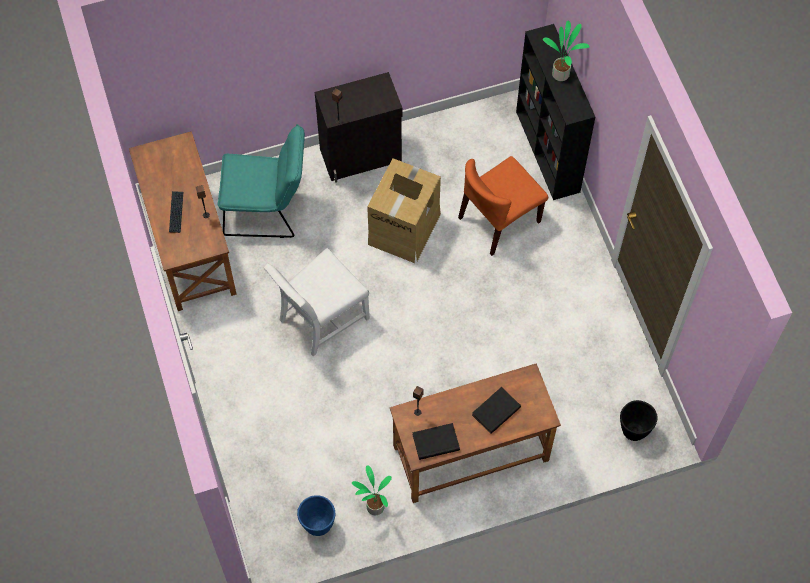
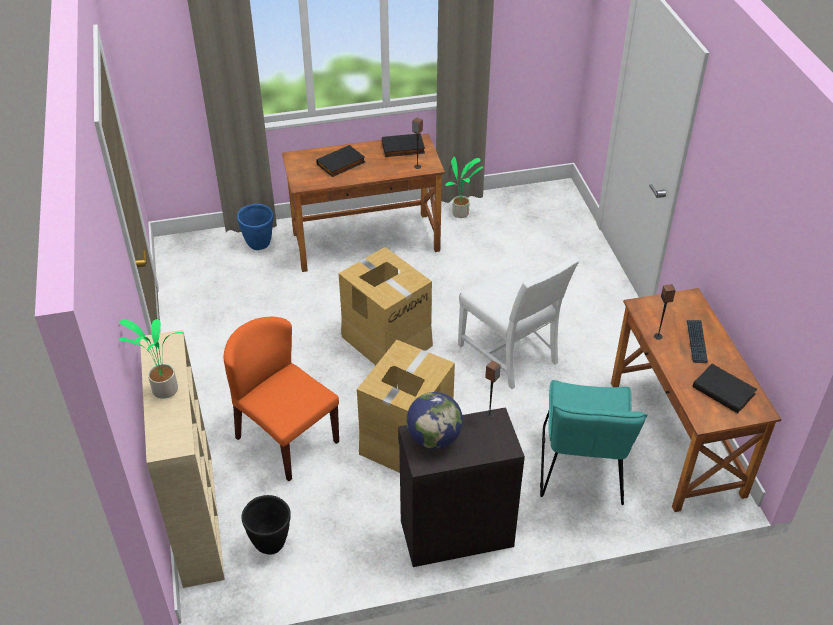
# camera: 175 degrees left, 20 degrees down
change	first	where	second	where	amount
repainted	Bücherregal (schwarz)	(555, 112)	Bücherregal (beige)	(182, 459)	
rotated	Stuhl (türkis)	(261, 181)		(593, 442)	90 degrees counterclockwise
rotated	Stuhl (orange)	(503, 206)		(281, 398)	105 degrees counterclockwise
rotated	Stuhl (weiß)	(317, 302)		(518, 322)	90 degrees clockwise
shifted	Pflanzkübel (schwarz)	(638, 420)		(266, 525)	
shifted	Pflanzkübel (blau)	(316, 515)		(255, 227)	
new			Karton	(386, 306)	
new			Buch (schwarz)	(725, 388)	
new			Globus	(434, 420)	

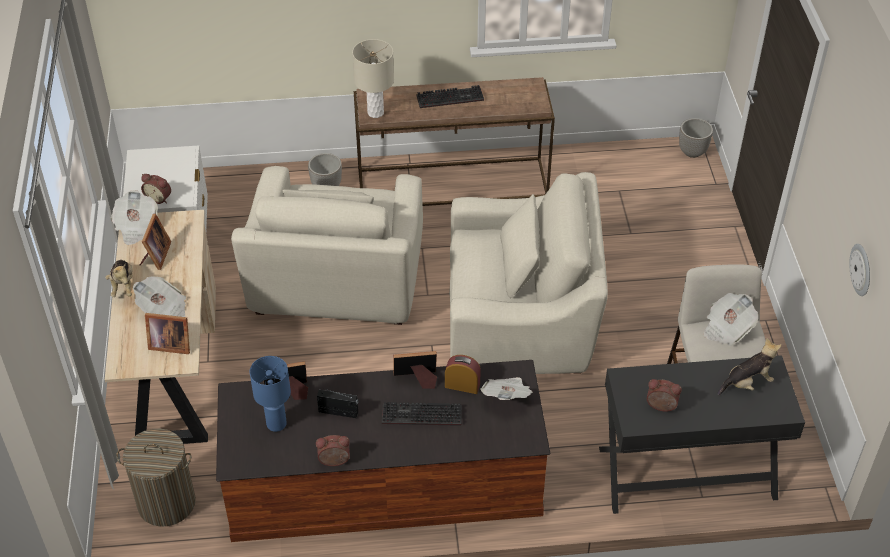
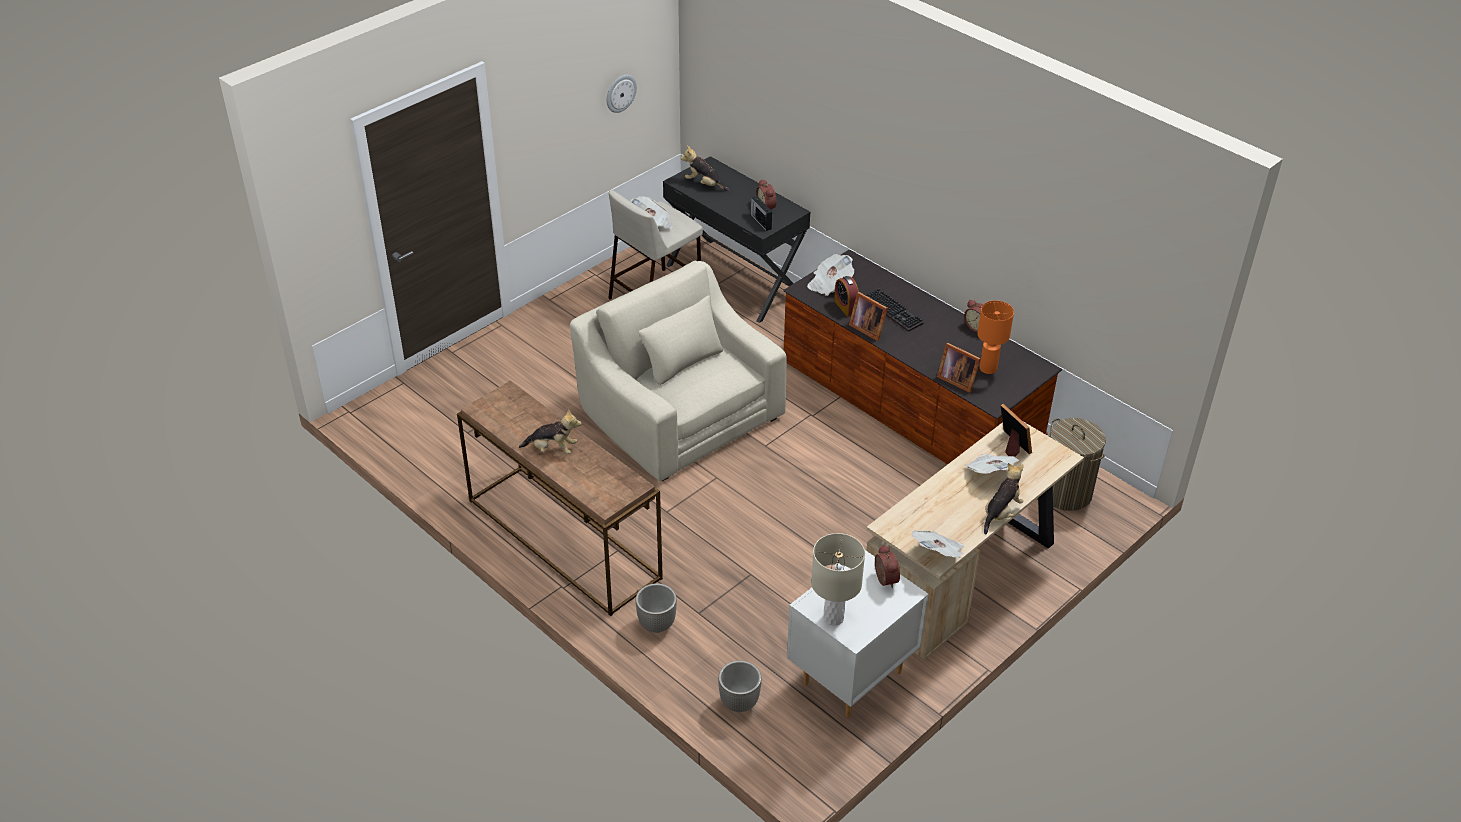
# camera: 130 degrees left, 5 degrees down
change	first	where	second	where	amount
shifted	Tischlampe (beige)	(373, 78)		(838, 579)	
swapped	Tastatur	(450, 96)	Plüschtier	(550, 431)	
shifted	Pflanzkübel	(696, 138)		(740, 686)	
gone	Sessel (beige)	(327, 245)			
gone	Bilderrahmen	(155, 242)			
repainted	Tischlampe (blau)	(270, 394)	Tischlampe (orange)	(995, 337)	
shifted	Radio	(338, 404)		(761, 213)	

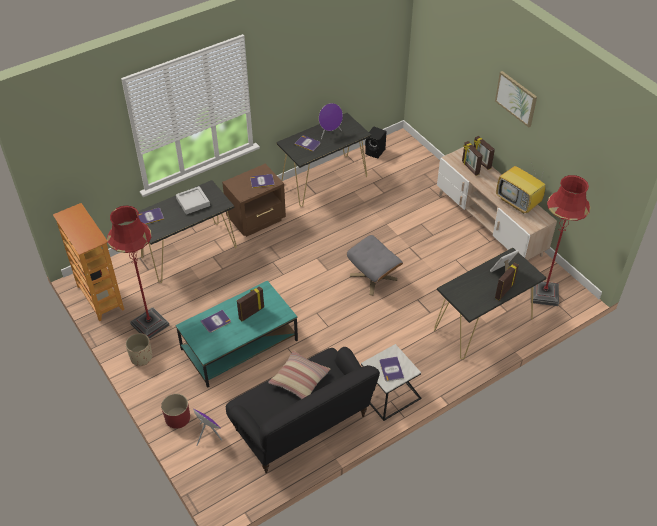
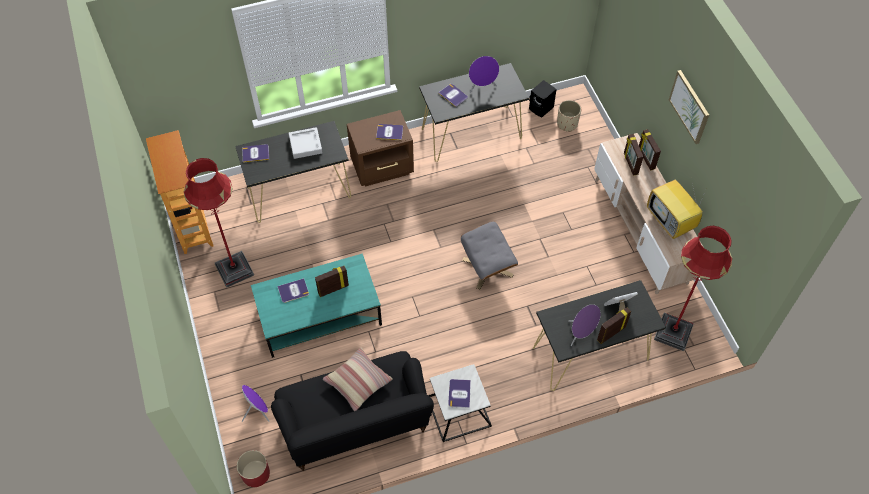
# camera: 15 degrees right, 10 degrees up
change	first	where	second	where	amount
shifted	Pflanzkübel (beige)	(138, 349)		(569, 116)	
shifted	Pflanzkübel (rot)	(175, 411)		(253, 468)	
new			Lautsprecher (lila)	(584, 325)	

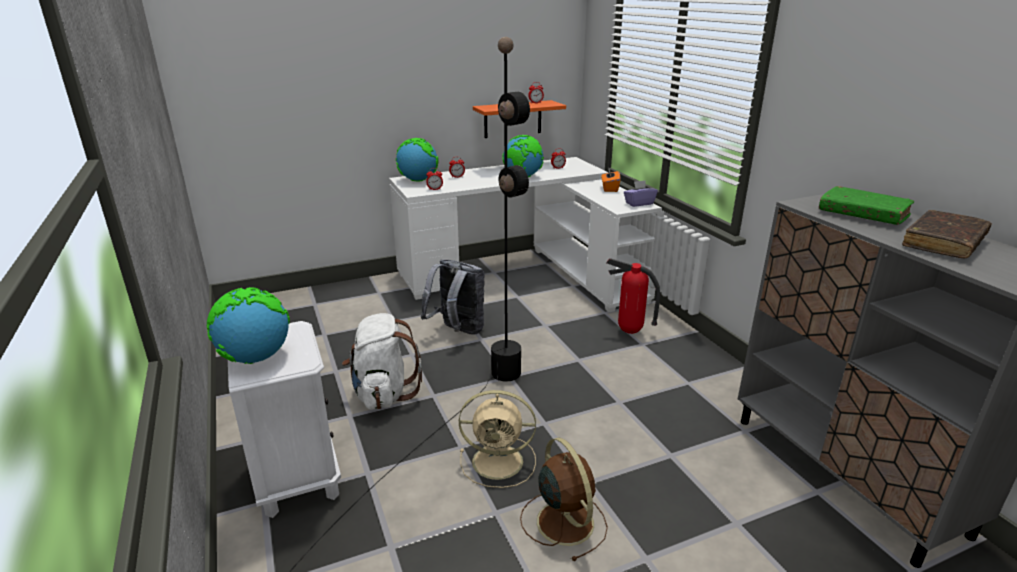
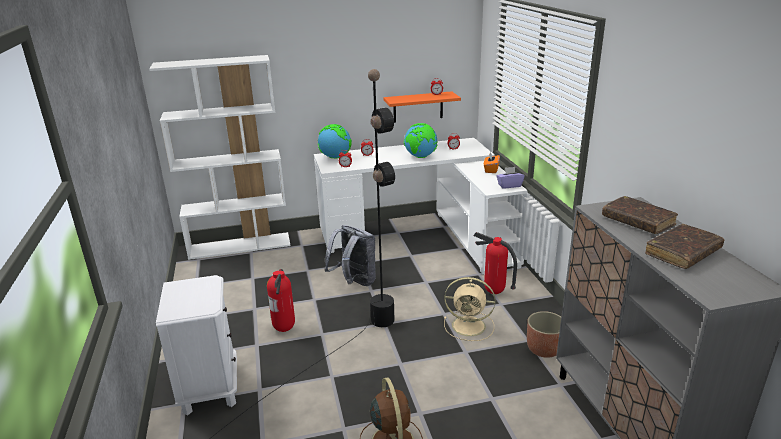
# camera: 10 degrees right, 0 degrees up
change	first	where	second	where	amount
repainted	Buch (grün)	(866, 205)	Buch (braun)	(640, 215)	
gone	Globus	(248, 325)			
swapped	Rucksack (weiß)	(382, 361)	Feuerlöscher	(281, 300)	
shifted	Ventilator (beige)	(497, 439)		(470, 309)	
new			Bücherregal (weiß)	(220, 157)	
new			Pflanzkübel	(544, 334)	

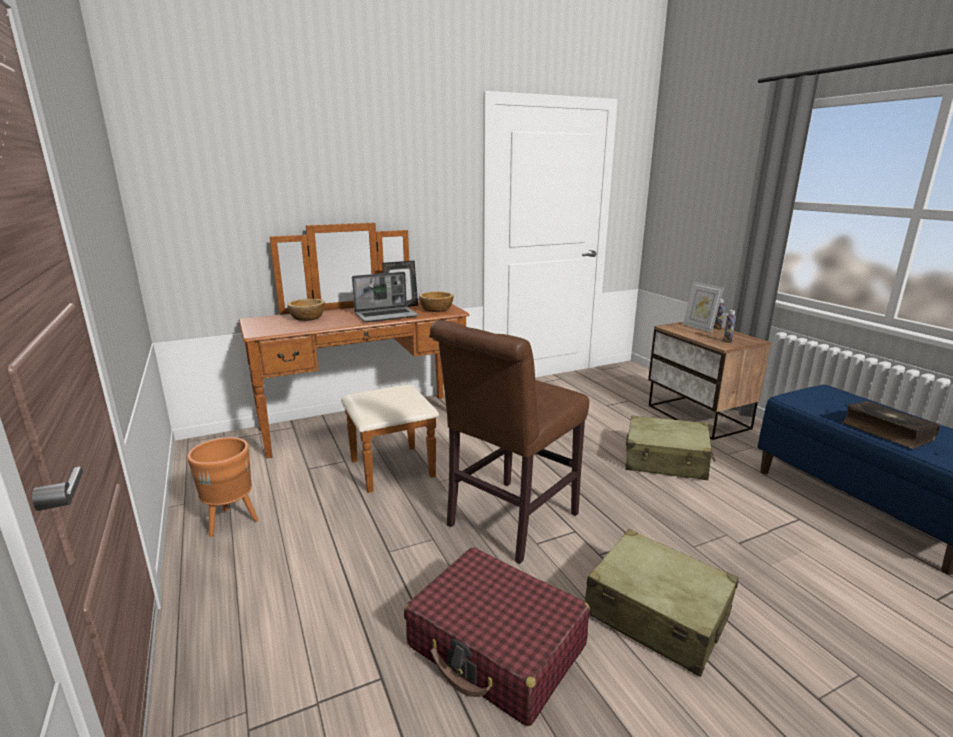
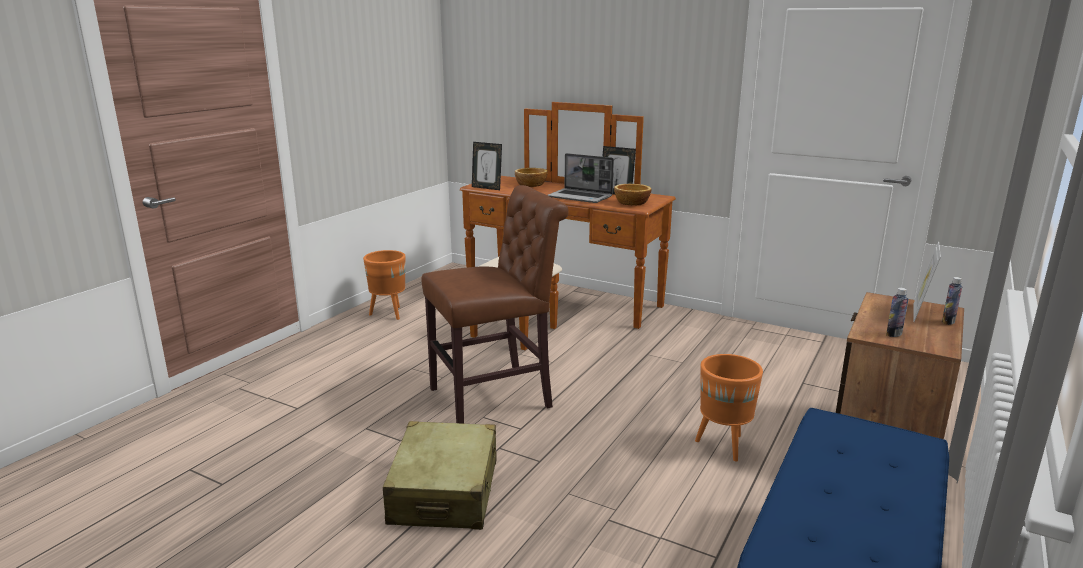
# camera: 55 degrees right, 0 degrees up
change	first	where	second	where	amount
rotated	Stuhl (braun)	(509, 442)		(495, 304)	150 degrees clockwise
gone	Buch	(891, 424)			
swapped	Koffer (beige)	(670, 447)	Pflanzkübel (orange)	(729, 407)	
gone	Koffer (rot)	(497, 636)			
new			Bilderrahmen	(487, 166)	

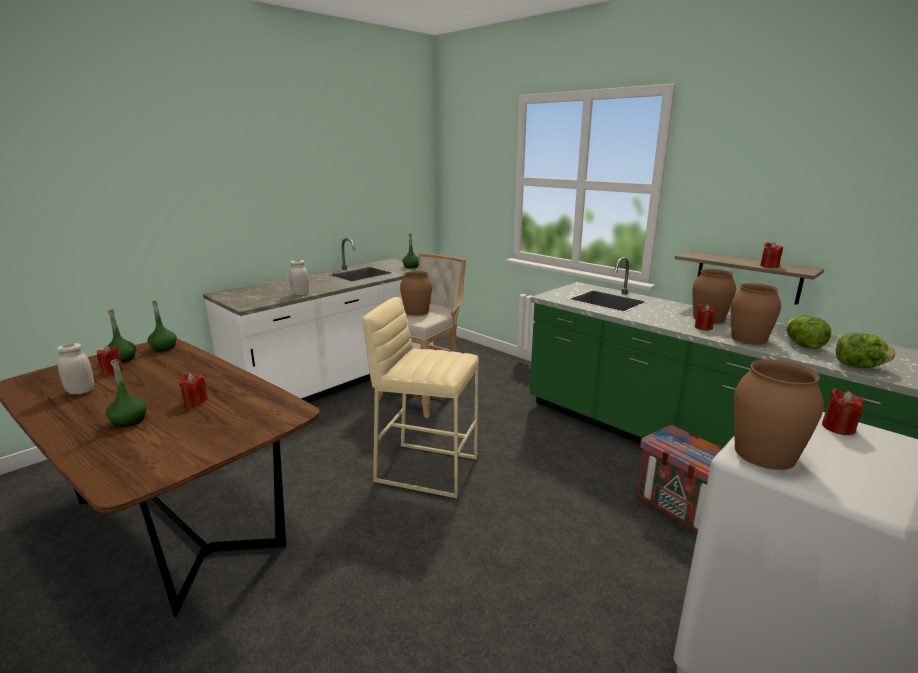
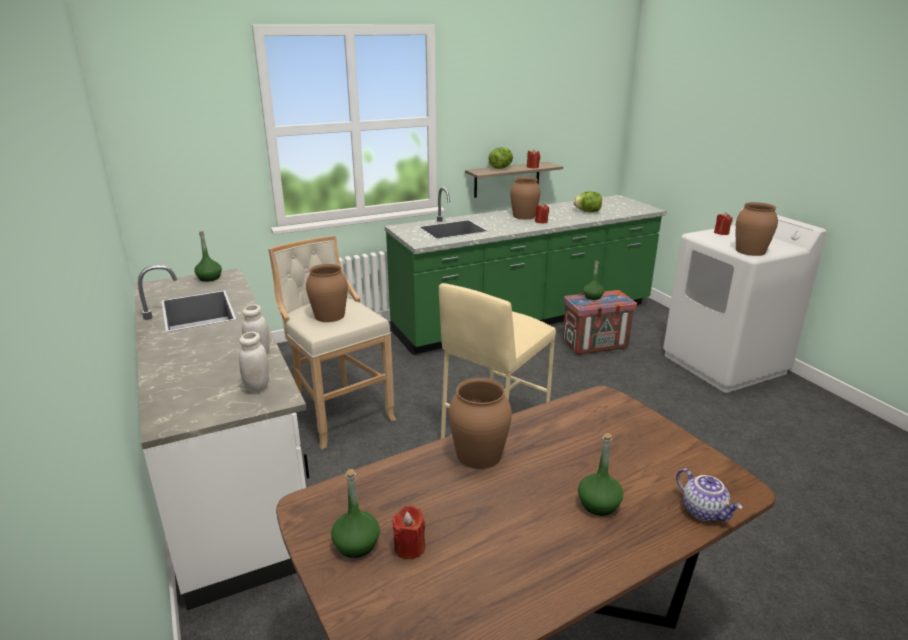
# camera: 70 degrees left, 5 degrees up
change	first	where	second	where	amount
shifted	Vase (braun)	(756, 314)		(480, 423)	
shifted	Flasche (grün)	(162, 325)		(593, 280)	
shifted	Salatkopf	(865, 350)		(501, 158)	
shifted	Vorratsglas (weiß)	(75, 368)		(254, 362)	
gone	Kerze (rot)	(193, 389)			
new			Teekanne	(709, 494)	

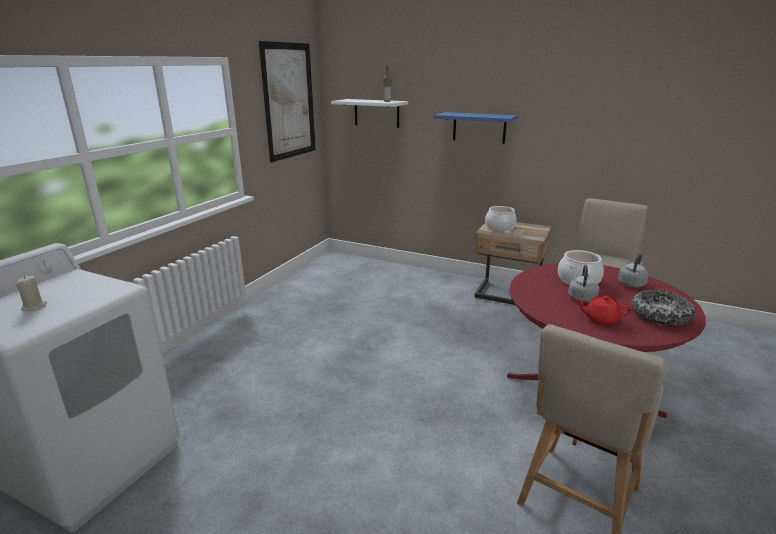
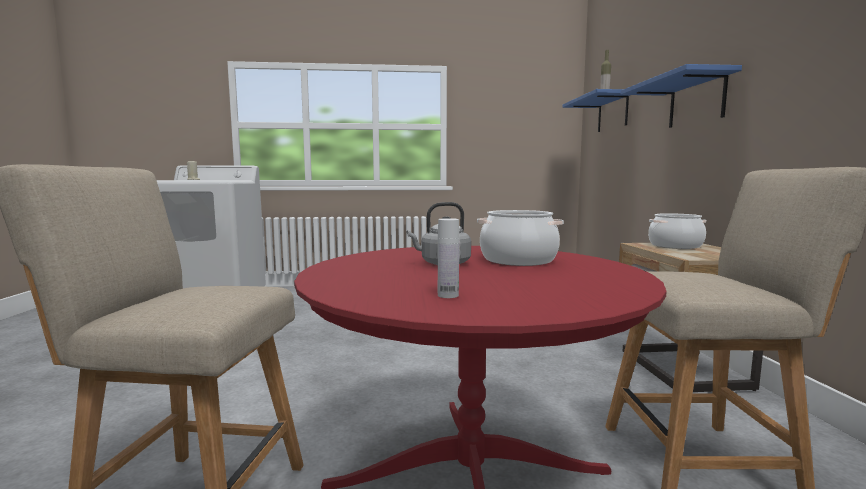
# camera: 60 degrees right, 15 degrees down
change	first	where	second	where	amount
gone	Bild	(287, 101)			
repainted	Wandregal (weiß)	(369, 113)	Wandregal (blau)	(596, 110)	
gone	Wasserkessel (grau)	(633, 270)			
swapped	Schüssel	(663, 308)	Flasche (weiß)	(448, 258)	
gone	Teekanne (rot)	(603, 310)			

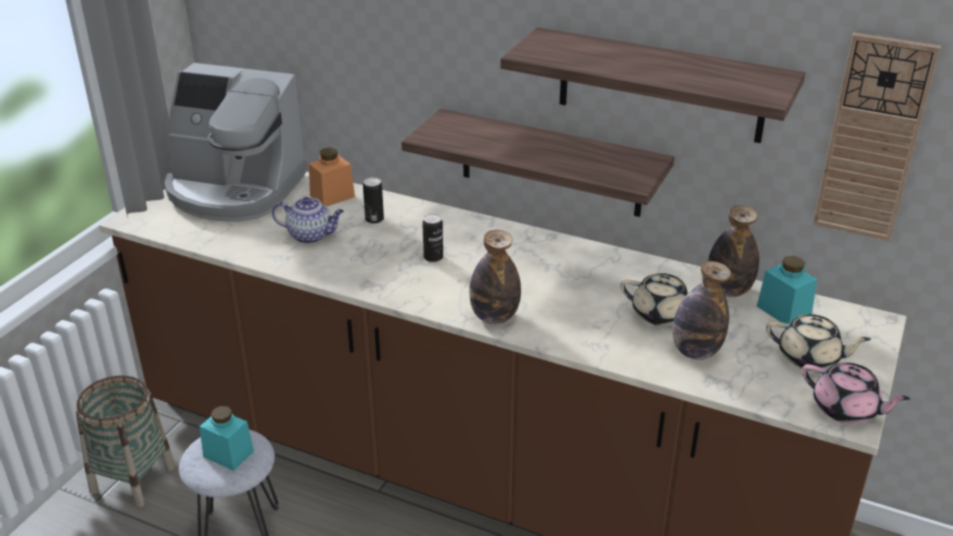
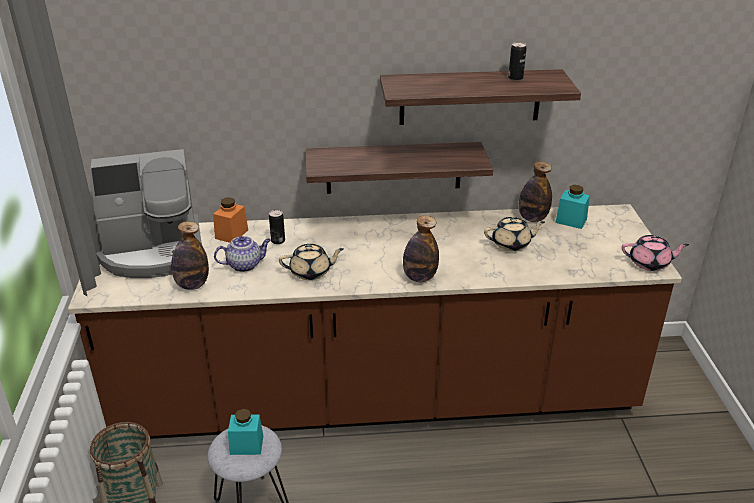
# camera: 30 degrees left, 0 degrees up
change	first	where	second	where	amount
gone	Wanduhr	(877, 137)			
shifted	Dose	(432, 237)		(517, 61)	
shifted	Flasche	(702, 310)		(190, 255)	
shifted	Teekanne (beige)	(818, 342)		(311, 262)	

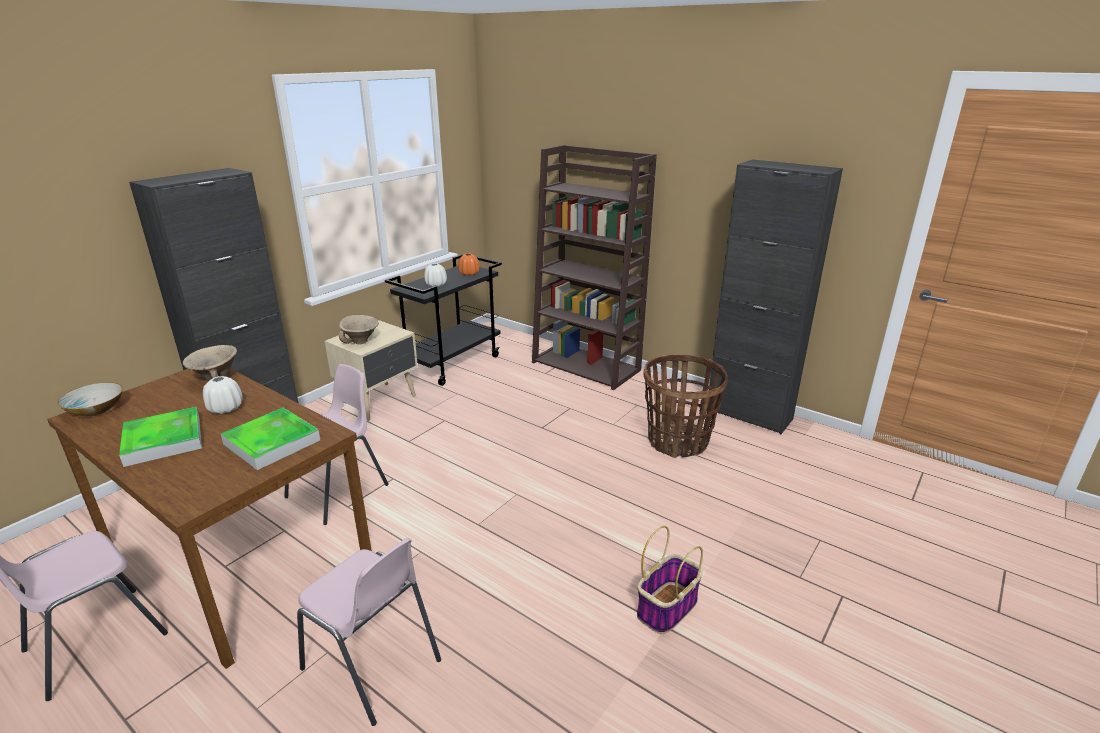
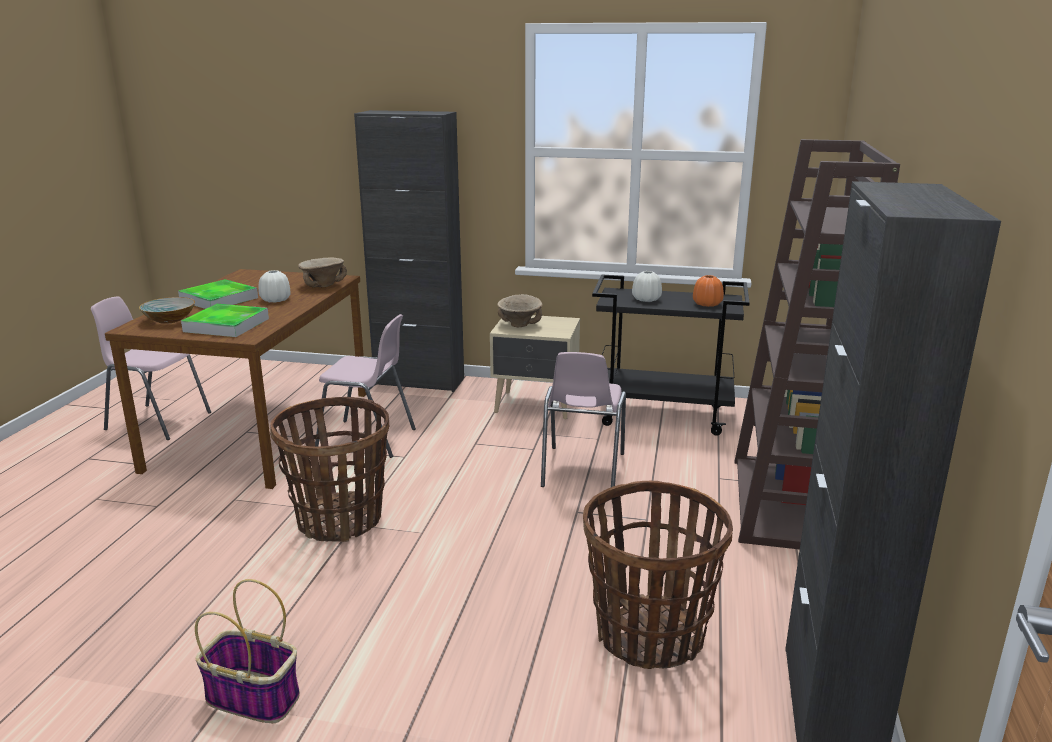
# camera: 65 degrees right, 5 degrees down
change	first	where	second	where	amount
shifted	Schüssel	(90, 399)		(167, 310)	
shifted	Stuhl (rosa)	(369, 632)		(583, 419)	
new			Korb	(329, 469)	

